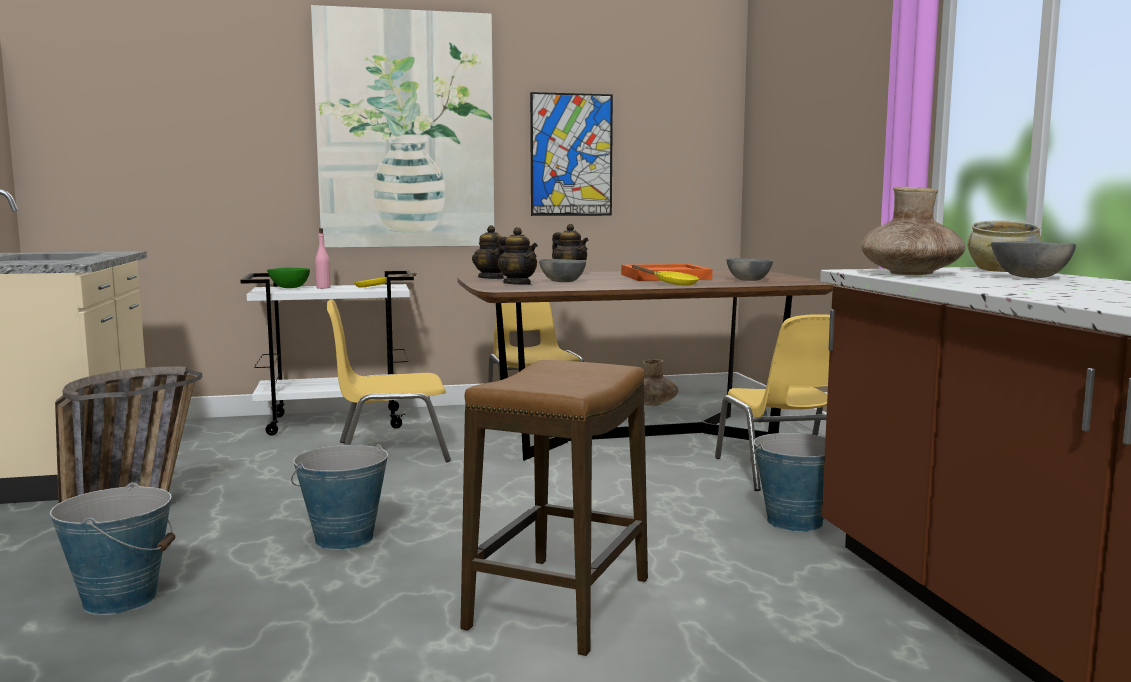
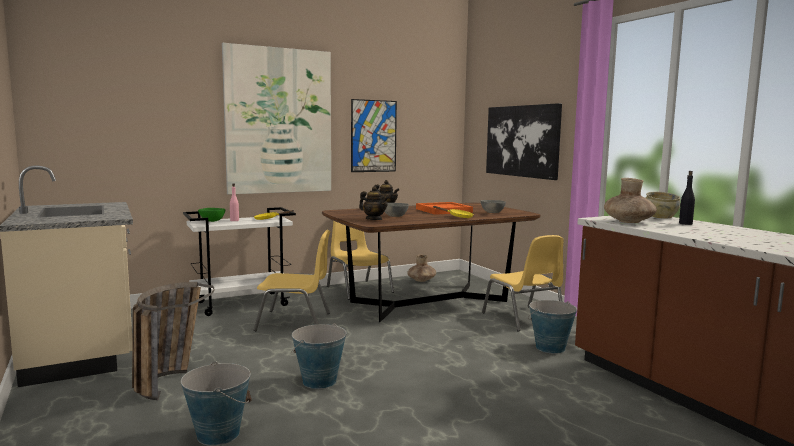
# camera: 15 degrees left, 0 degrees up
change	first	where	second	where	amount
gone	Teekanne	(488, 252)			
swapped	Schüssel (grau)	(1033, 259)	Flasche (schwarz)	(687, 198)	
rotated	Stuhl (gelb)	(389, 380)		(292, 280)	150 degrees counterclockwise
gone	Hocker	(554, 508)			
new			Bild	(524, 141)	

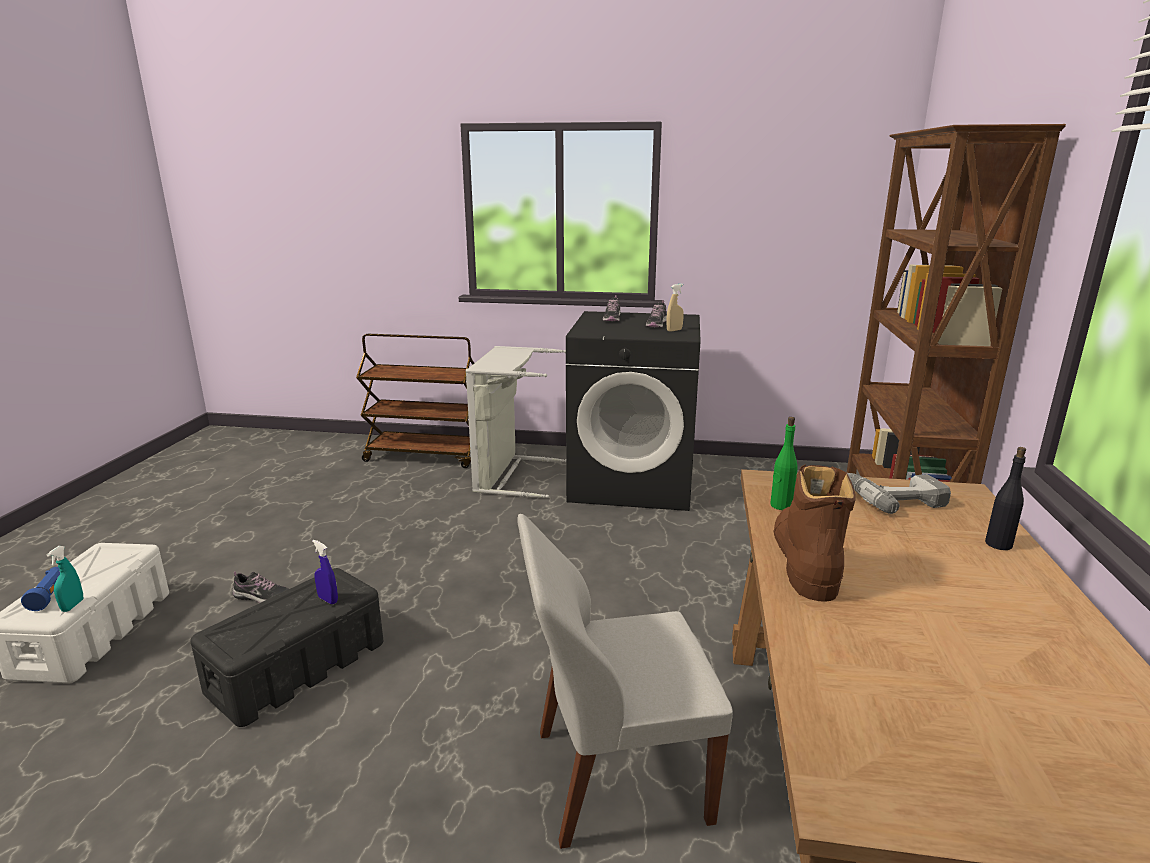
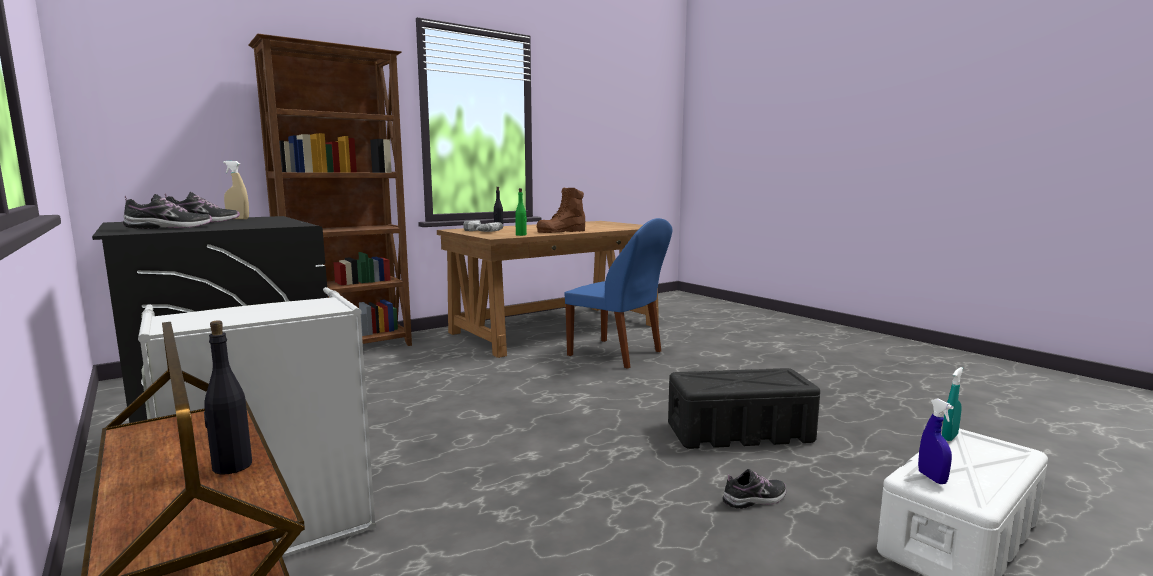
# camera: 135 degrees left, 10 degrees down
change	first	where	second	where	amount
repainted	Stuhl (weiß)	(625, 681)	Stuhl (blau)	(618, 293)	
shifted	Sprühflasche (blau)	(325, 572)		(936, 441)	
gone	Taschenlampe (blau)	(40, 589)			
rotated	Schuh	(260, 587)		(754, 489)	105 degrees clockwise
new			Flasche (schwarz)	(228, 397)	

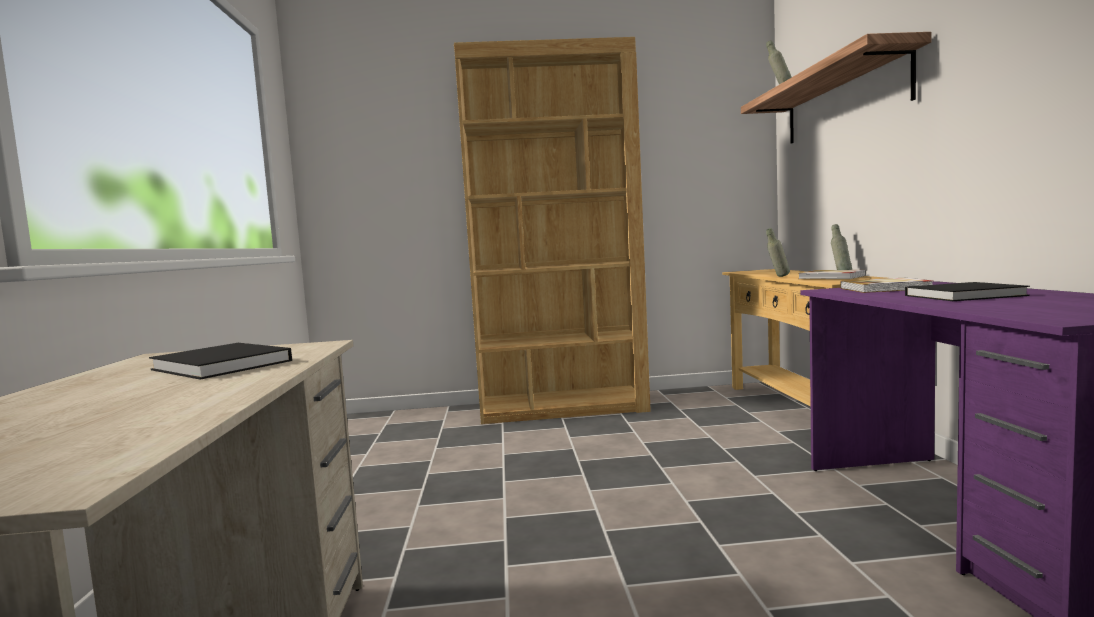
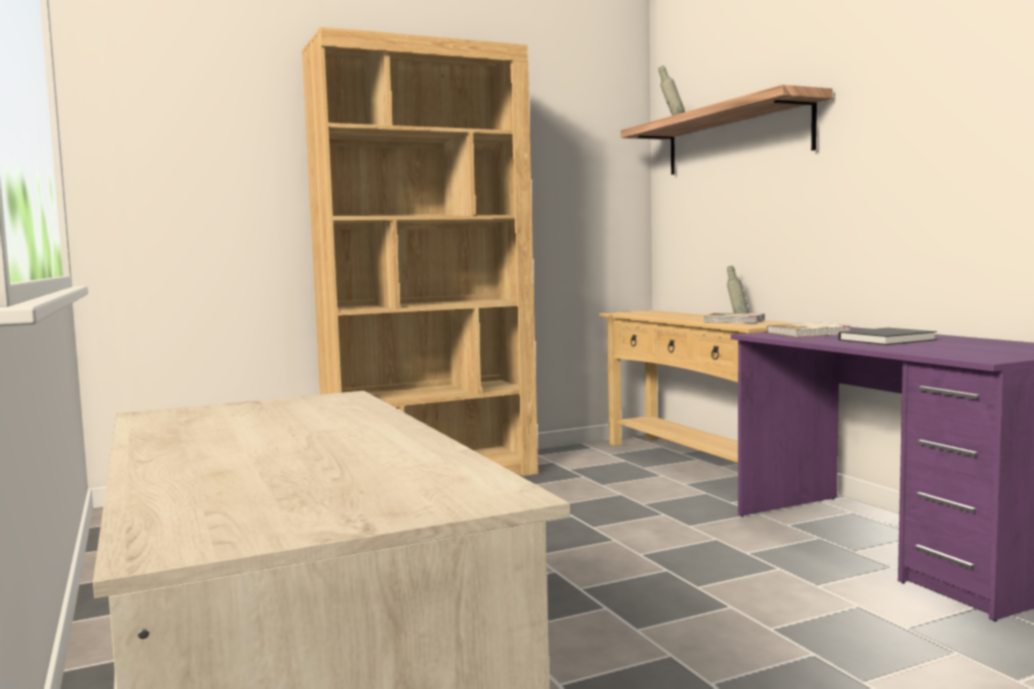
# camera: 20 degrees left, 0 degrees up
change	first	where	second	where	amount
gone	Flasche (grau)	(778, 252)			
gone	Buch (schwarz)	(220, 361)			

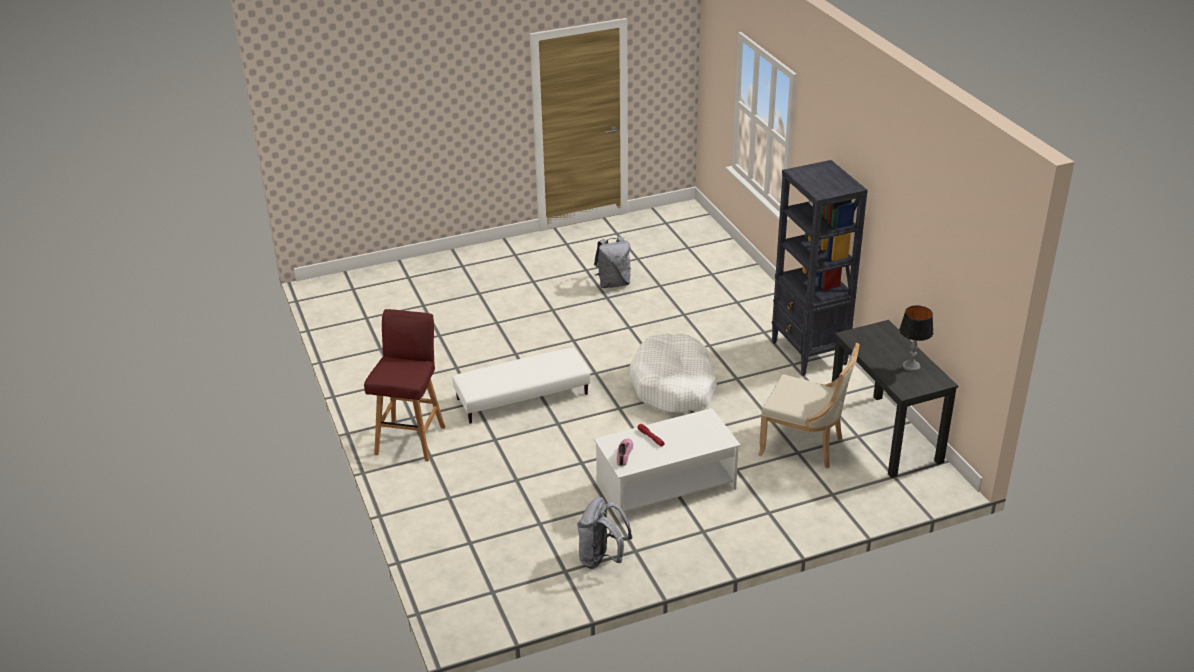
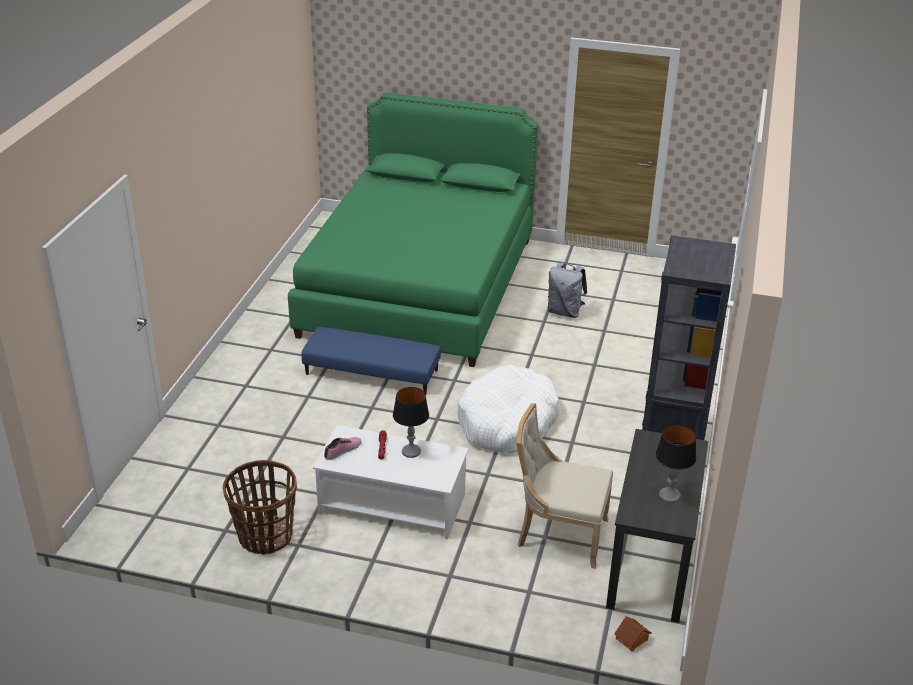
# camera: 35 degrees right, 0 degrees up
change	first	where	second	where	amount
gone	Hocker (rot)	(404, 385)			
rotated	Stuhl (beige)	(808, 405)		(565, 486)	135 degrees clockwise
repainted	Polsterhocker (weiß)	(521, 386)	Polsterhocker (blau)	(371, 360)	
swapped	Rucksack (grau)	(605, 533)	Korb	(260, 507)	
new			Bett (grün)	(413, 230)	
new			Tischlampe	(411, 422)	
new			Spielzeughaus	(633, 634)	

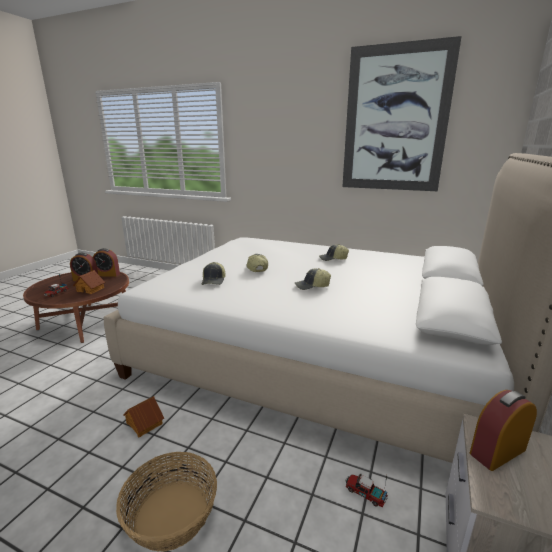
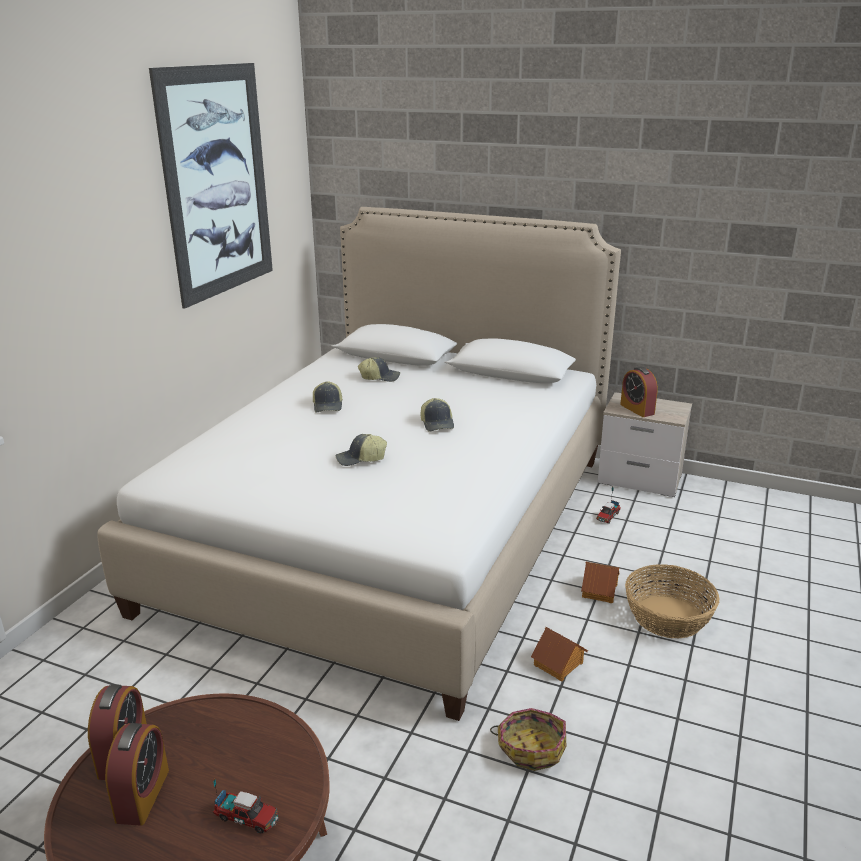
# camera: 90 degrees left, 5 degrees up
change	first	where	second	where	amount
shifted	Kappe	(214, 273)		(379, 369)	
shifted	Spielzeughaus	(89, 282)		(600, 582)	
new			Korb	(528, 739)	

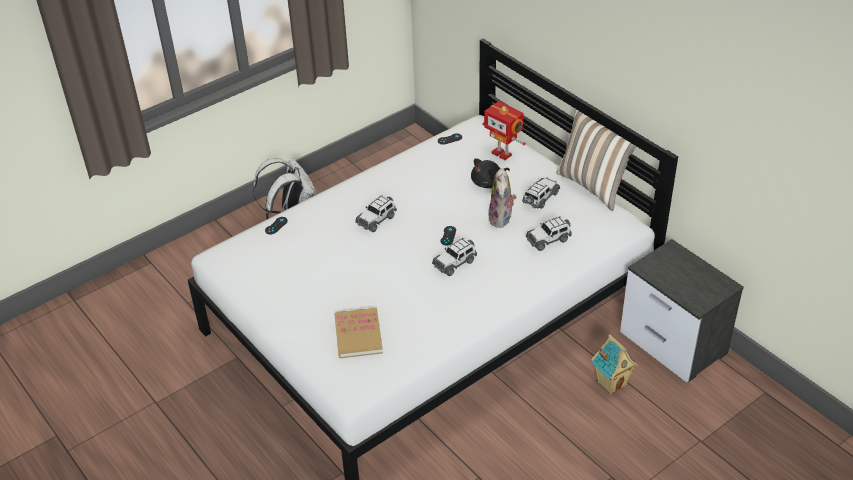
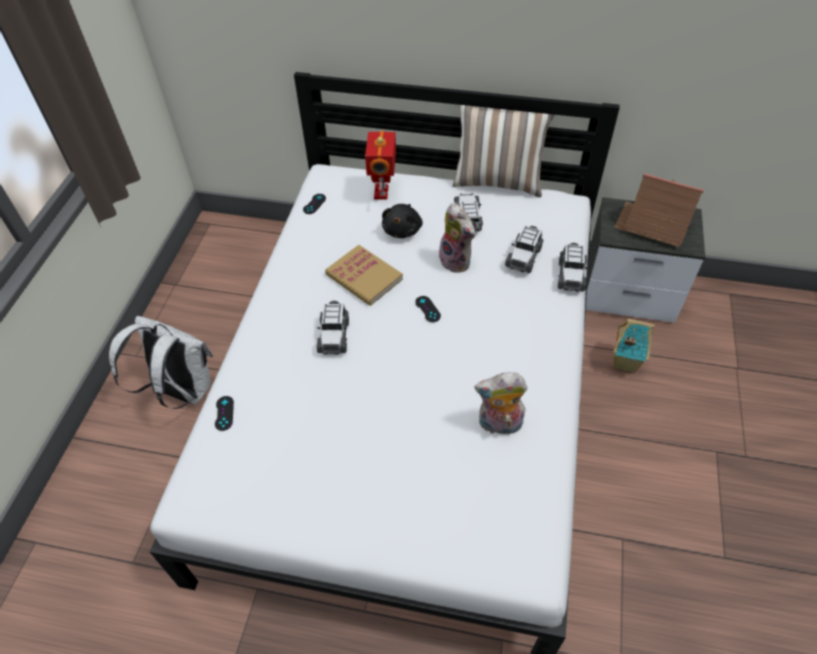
# camera: 40 degrees left, 10 degrees up
change	first	where	second	where	amount
rotated	Spielzeugroboter	(504, 130)		(380, 165)	90 degrees clockwise
shifted	Spielzeugauto	(454, 257)		(573, 267)	
shifted	Buch	(358, 333)		(364, 275)	
new			Spielzeughaus	(659, 210)	
new			Plüschtier	(501, 403)	

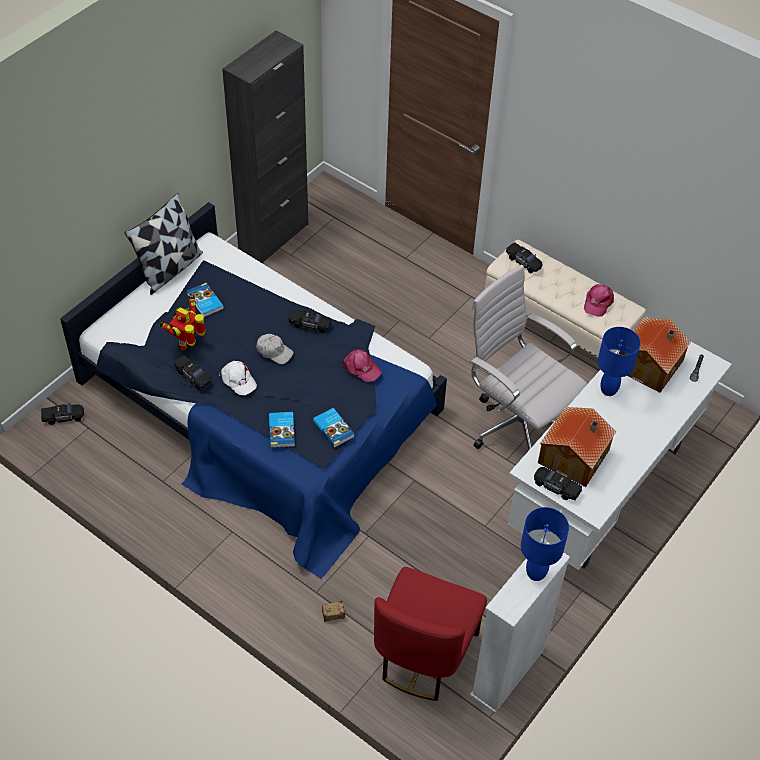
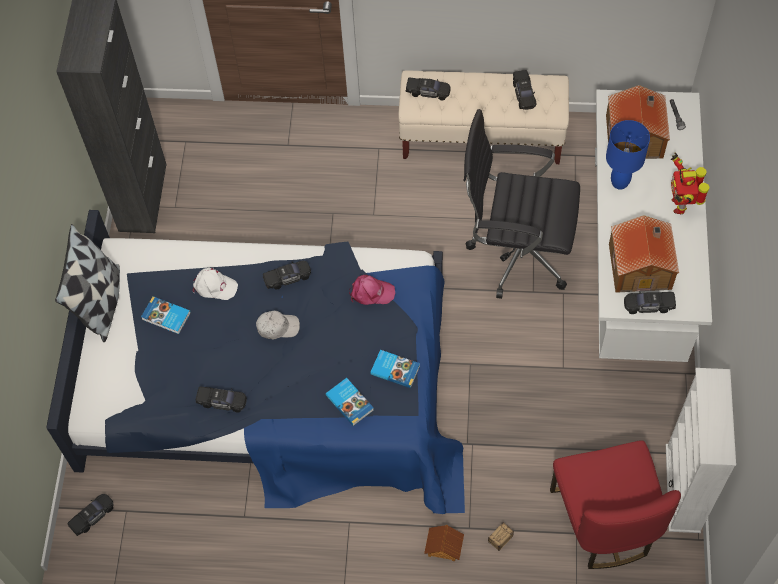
# camera: 30 degrees left, 10 degrees up
change	first	where	second	where	amount
repainted	Bürostuhl (weiß)	(528, 357)	Bürostuhl (schwarz)	(521, 204)	
swapped	Kappe (rosa)	(599, 300)	Spielzeugauto (schwarz)	(524, 90)	
shifted	Spielzeugroboter	(183, 322)		(689, 183)	
shifted	Kappe (weiß)	(238, 378)		(215, 284)	
gone	Tischlampe (blau)	(545, 544)			
new			Spielzeughaus	(444, 543)	

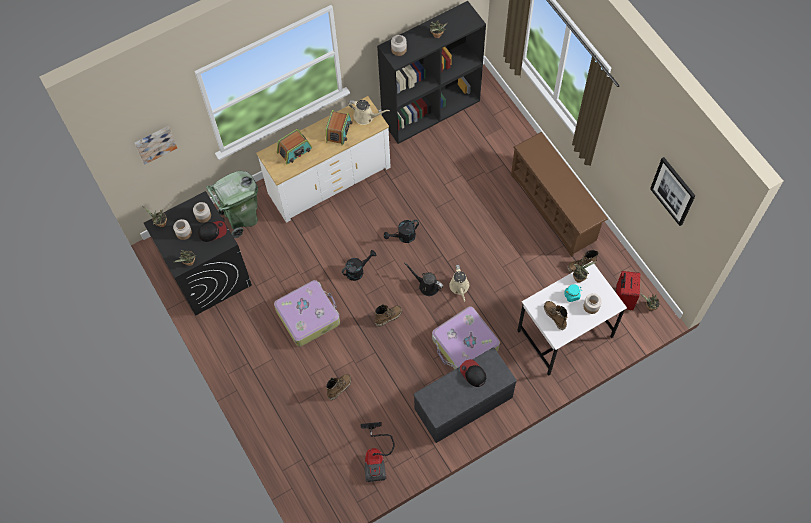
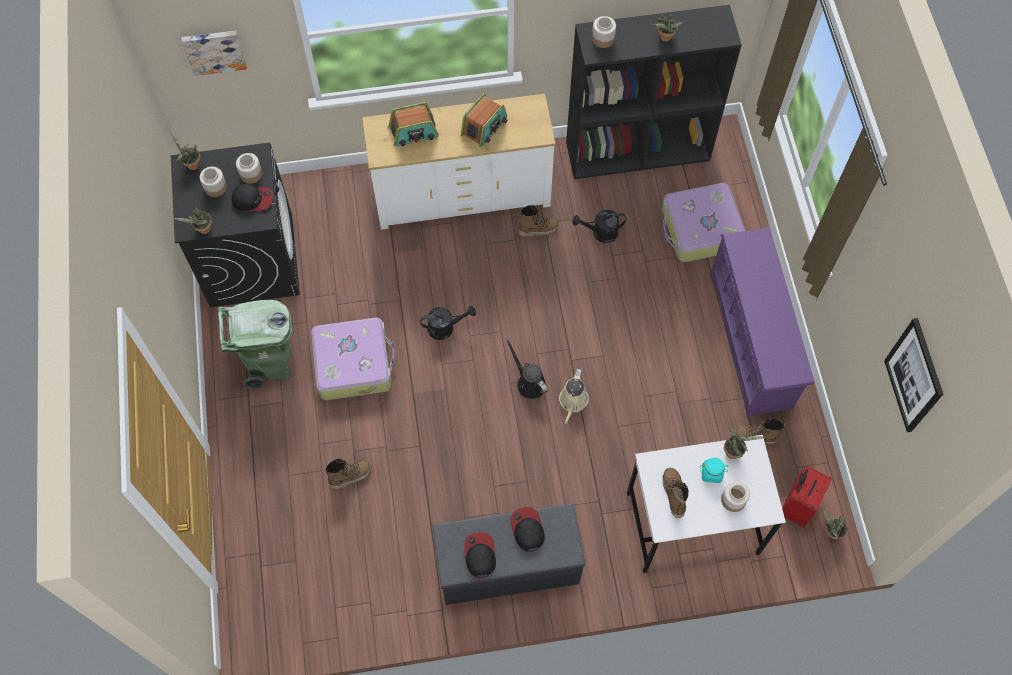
# camera: 20 degrees right, 0 degrees up
change	first	where	second	where	amount
gone	Gießkanne (beige)	(369, 112)			
repainted	Schuhregal (braun)	(559, 194)	Schuhregal (lila)	(762, 323)	
shifted	Mülleimer (grün)	(232, 204)		(255, 344)	
shifted	Gießkanne (schwarz)	(401, 231)		(599, 226)	
shifted	Stiefel	(388, 315)		(538, 220)	
shifted	Koffer	(466, 338)		(704, 222)	
gone	Staubsauger	(377, 452)			
new			Kappe	(480, 555)	

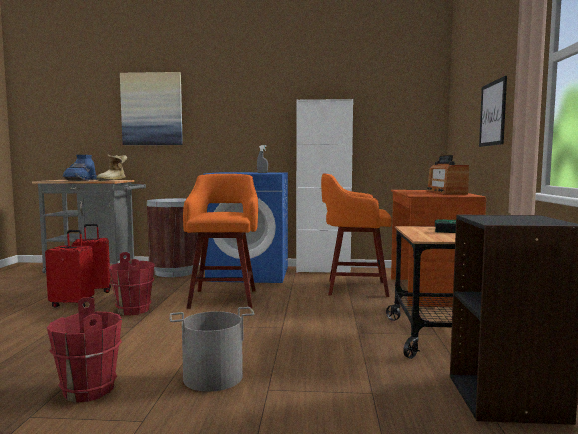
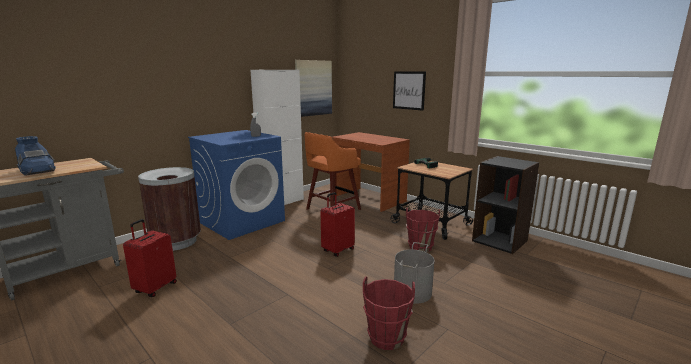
# camera: 50 degrees left, 10 degrees up
change	first	where	second	where	amount
shifted	Bild	(151, 108)		(313, 88)	
gone	Stiefel	(111, 168)			
gone	Radio	(447, 175)			
gone	Hocker (orange)	(220, 241)			
shifted	Koffer (rot)	(70, 268)		(338, 224)	
shifted	Eimer (rot)	(131, 283)		(423, 229)	

